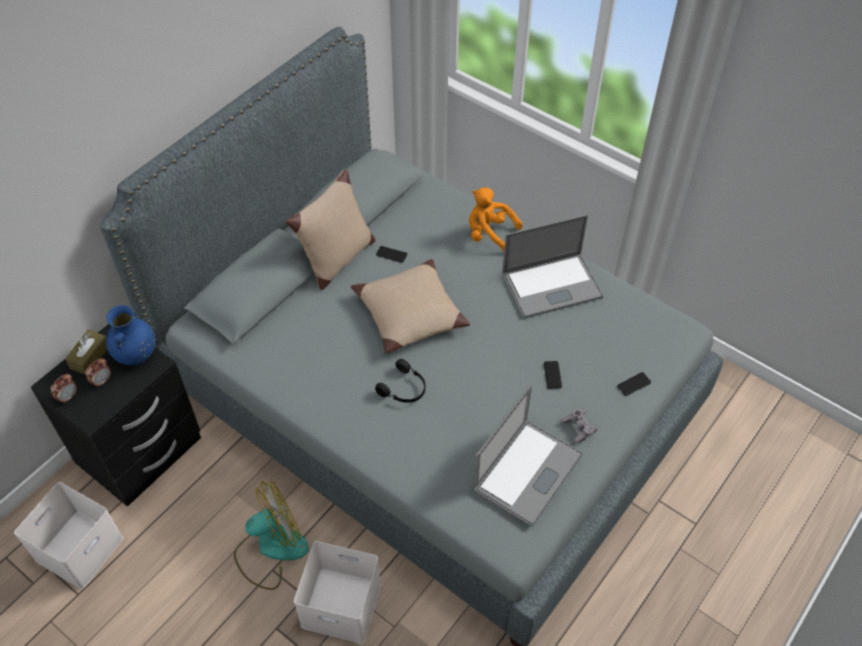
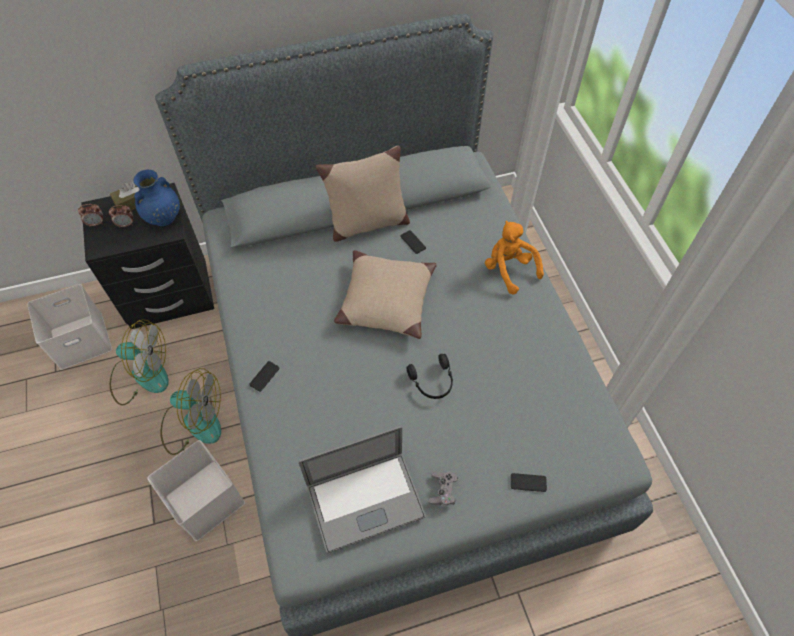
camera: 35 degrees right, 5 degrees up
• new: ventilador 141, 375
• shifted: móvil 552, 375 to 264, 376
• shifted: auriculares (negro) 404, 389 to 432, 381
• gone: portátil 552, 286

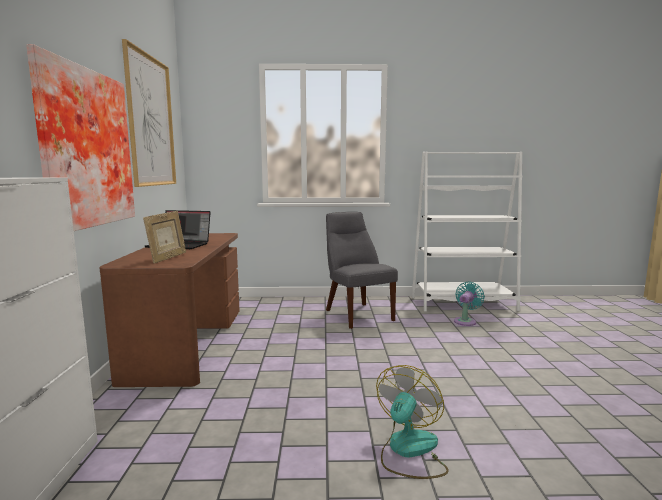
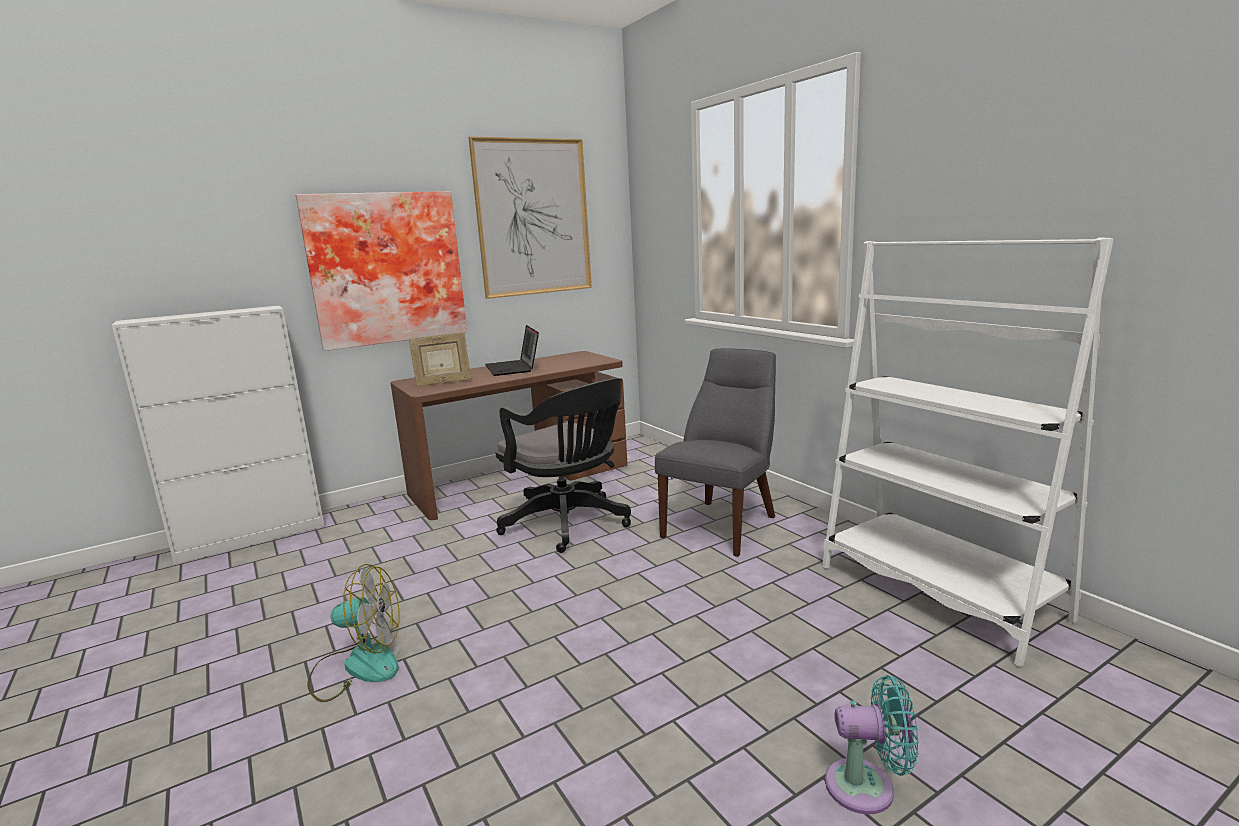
camera: 60 degrees right, 5 degrees up
• new: silla de oficina (negro) 569, 524
• shifted: ventilador (turquesa) 466, 321 to 867, 787

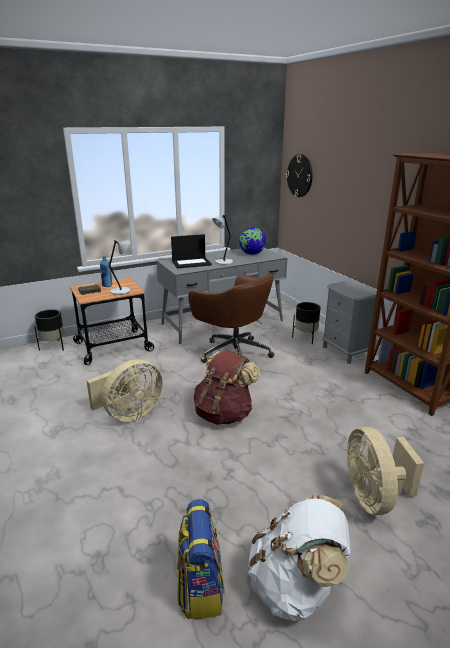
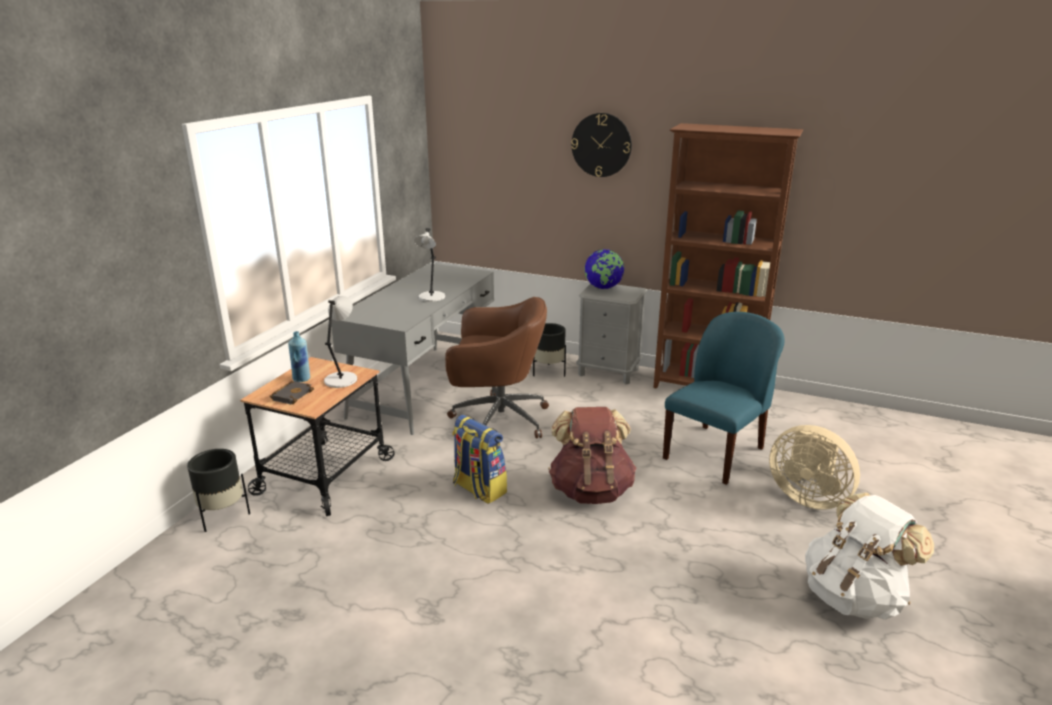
camera: 40 degrees left, 0 degrees up
• shifted: mochila 200, 588 to 478, 489
• shifted: reloj de pared 300, 176 to 601, 145
• shifted: globo terráqueo 252, 254 to 603, 288
• new: silla (azul) 715, 453
• gone: ventilador (beis) 129, 414
• gone: portátil 191, 263

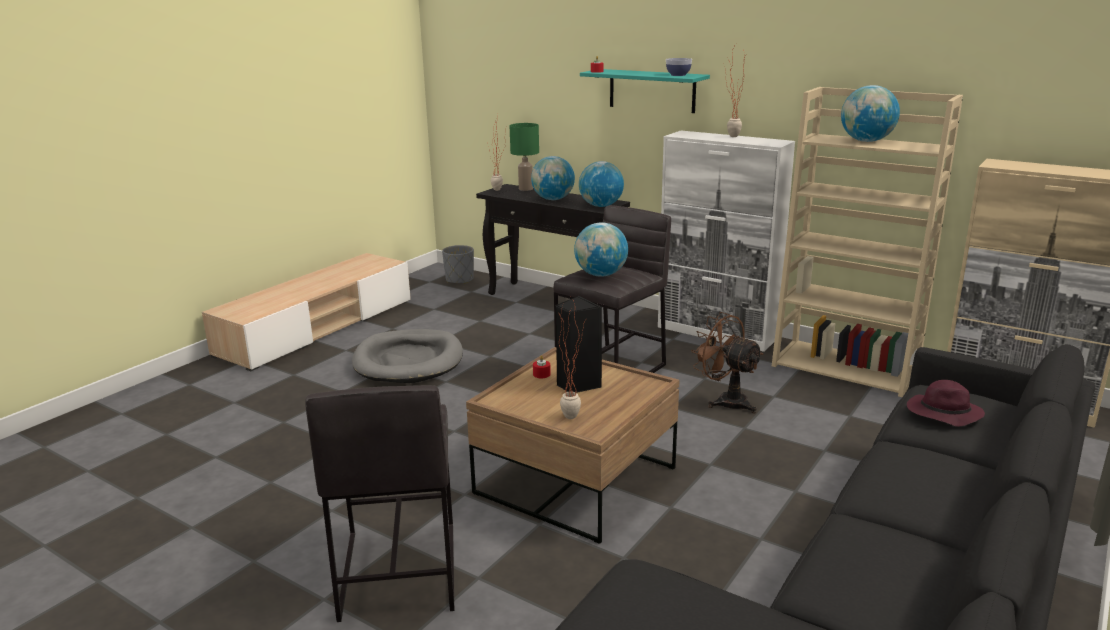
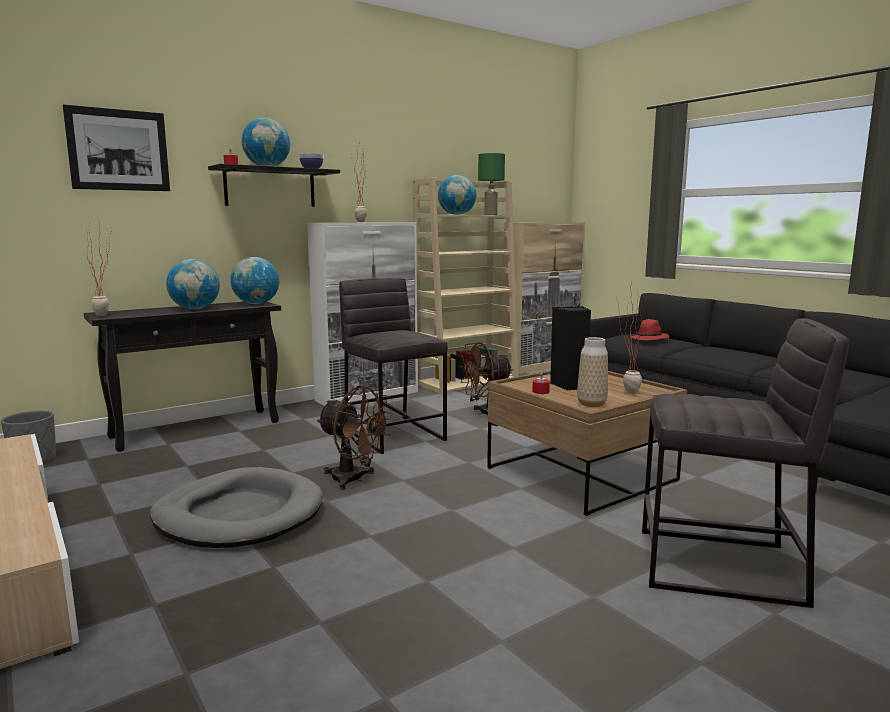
camera: 70 degrees left, 10 degrees down
• new: cuadro 118, 150
• repainted: estante (turquesa) 652, 90 to estante (negro) 270, 187
• shifted: globo terráqueo 601, 275 to 267, 167
• new: ventilador (marrón) 354, 479
• shifted: lámpara de mesa (verde) 526, 189 to 491, 214
• new: florero 591, 404
• repainted: sombrero (morado) 942, 414 to sombrero (rojo) 649, 340

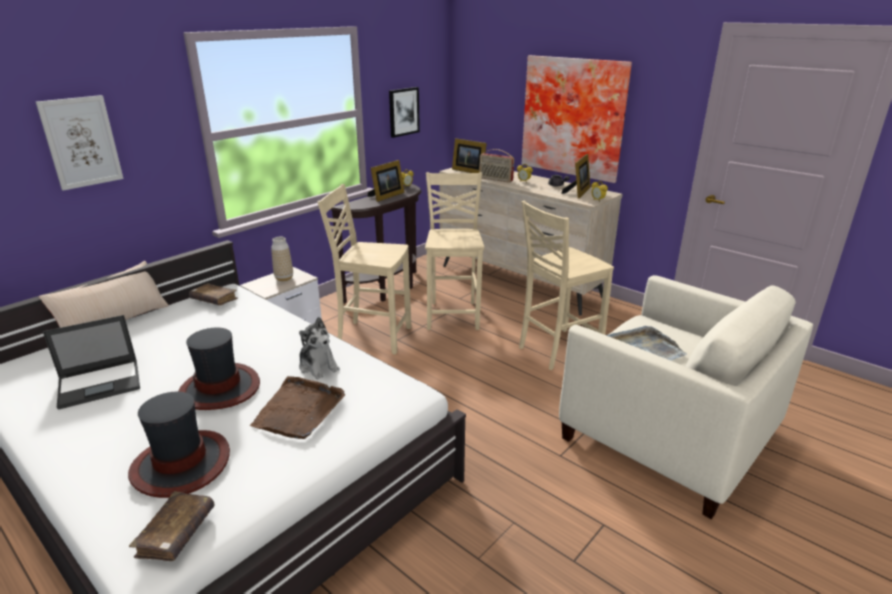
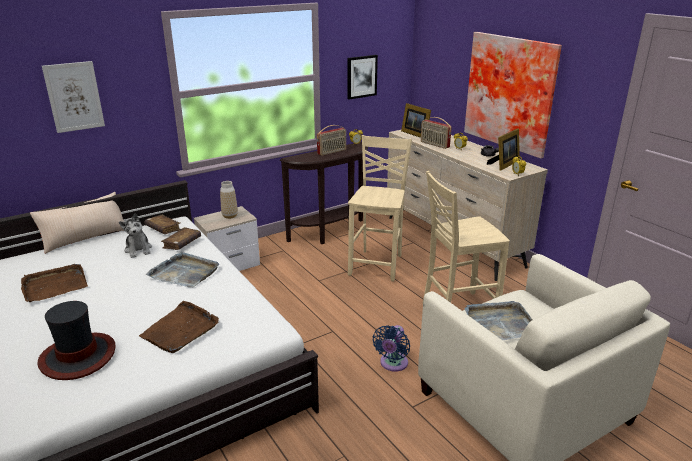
camera: 15 degrees right, 0 degrees up
• swapped: portátil 101, 383 to bandeja (marrón) 54, 285
• shifted: peluche 318, 366 to 138, 250
• new: bandeja (gris) 184, 272
• shifted: libro (marrón) 176, 533 to 182, 243
• swapped: portarretratos 386, 196 to radio 332, 152
• new: ventilador (azul) 392, 364
• gone: sombrero 220, 388
• gone: silla (beis) 373, 336

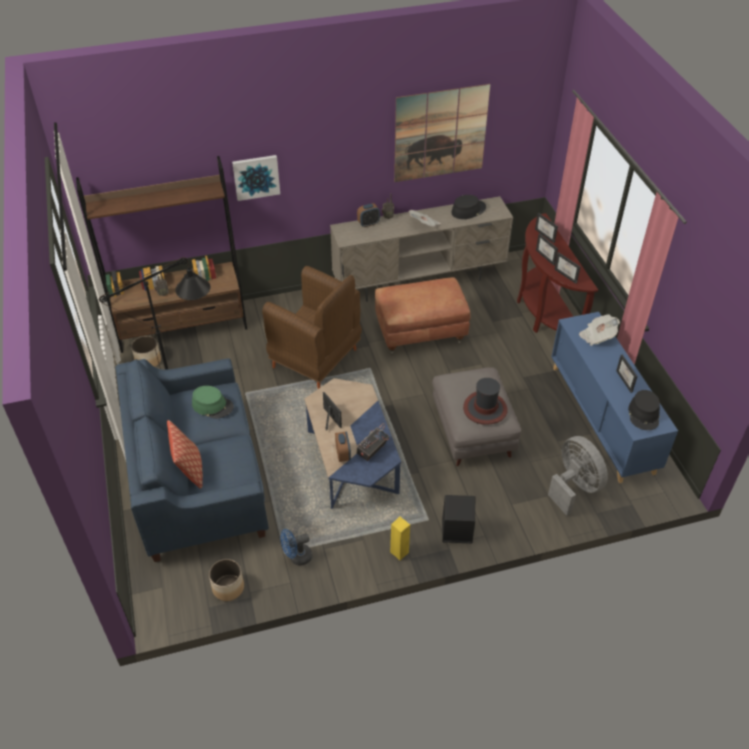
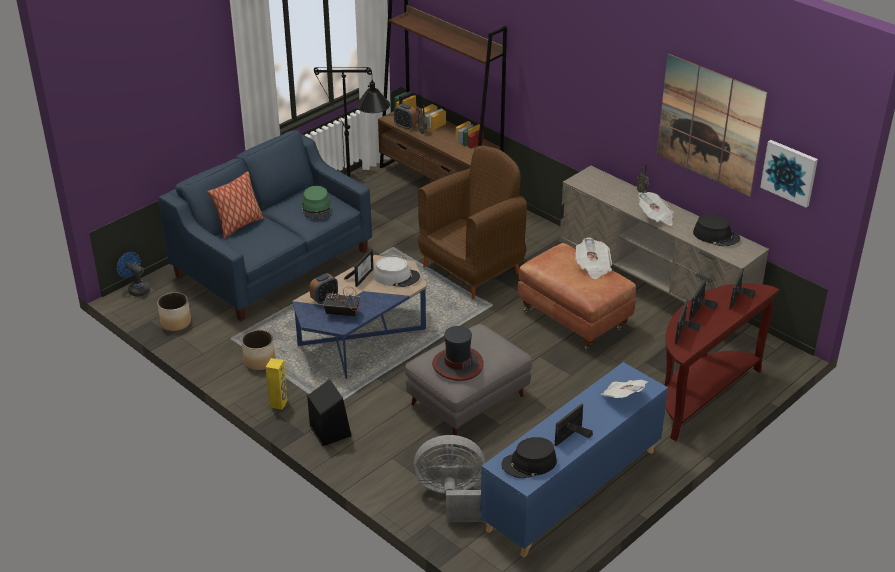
camera: 60 degrees right, 10 degrees down
• shifted: ventilador (azul) 297, 557 to 136, 289
• shifted: maceta 148, 361 to 260, 361
• new: sombrero (gris) 396, 277
• shifted: despertador 368, 223 to 405, 126
• rotated: ventilador (gris) 574, 487 = 452, 497 120 degrees counterclockwise
• rotated: sillón (marrón) 316, 359 = 472, 269 135 degrees counterclockwise
• new: periódico 593, 267
• shifted: cuadro 256, 177 to 789, 172

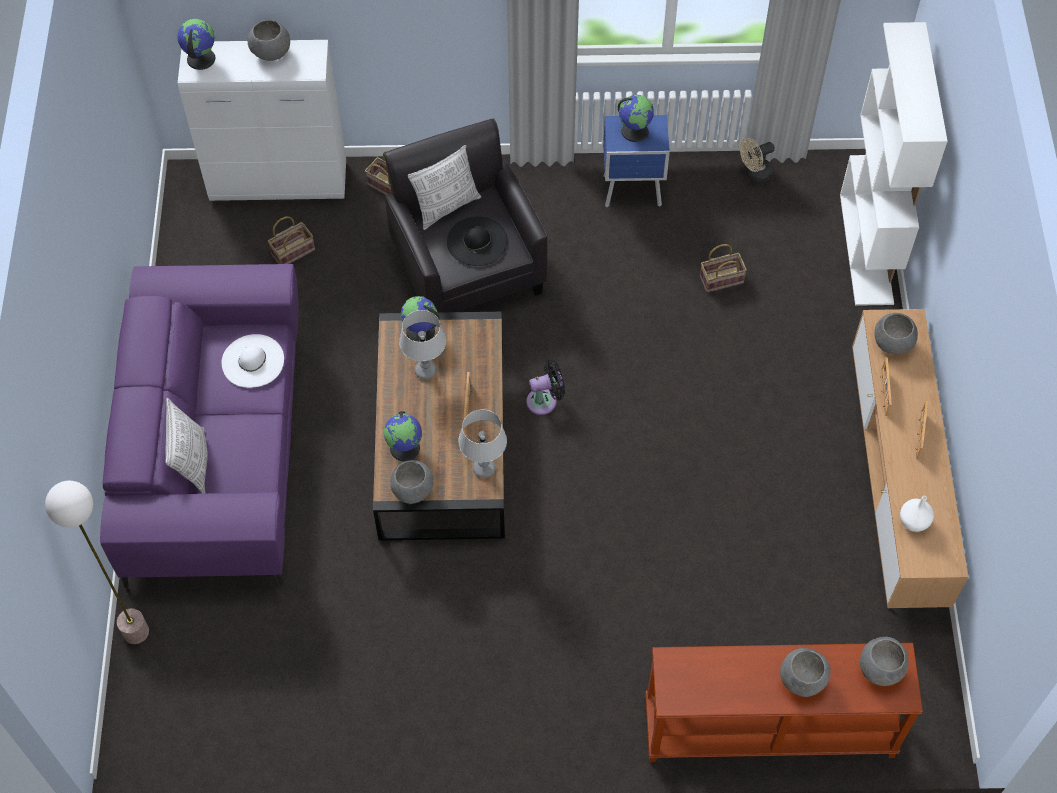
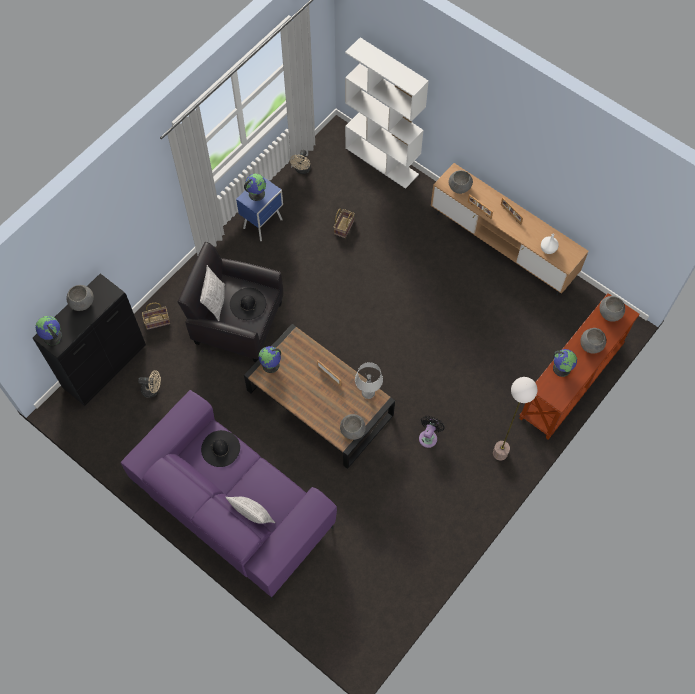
camera: 50 degrees left, 5 degrees up
• repainted: armario (blanco) 280, 182 to armario (negro) 105, 366
• swapped: cesta 293, 251 to ventilador (beis) 153, 390
• repainted: sombrero (blanco) 253, 361 to sombrero (negro) 220, 448
• shifted: ventilador (negro) 545, 401 to 428, 437
• shifted: lámpara de pie 135, 631 to 499, 453
• shifted: globo terráqueo 405, 448 to 562, 368
• gone: lámpara de mesa (gris) 425, 371

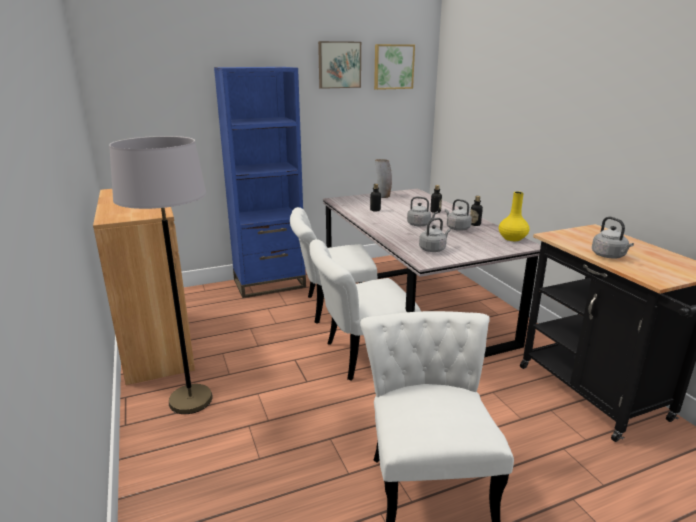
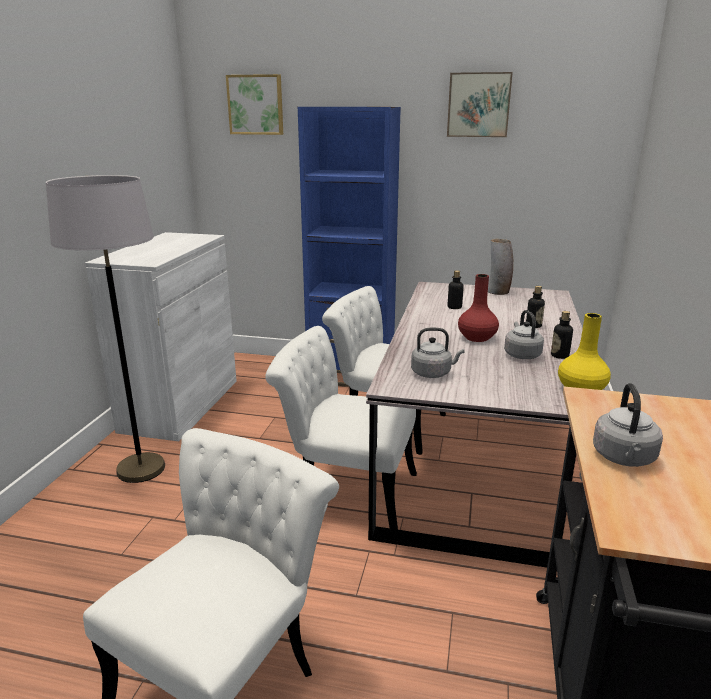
camera: 35 degrees right, 0 degrees up
• repainted: armario (marrón) 157, 345 to armario (blanco) 181, 405
• shifted: cuadro 393, 67 to 256, 105
• swapped: hervidor (gris) 420, 225 to florero (rojo) 477, 338

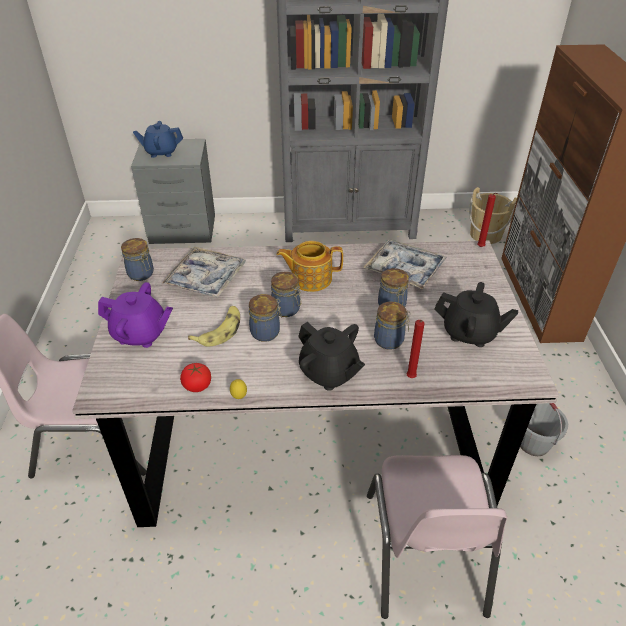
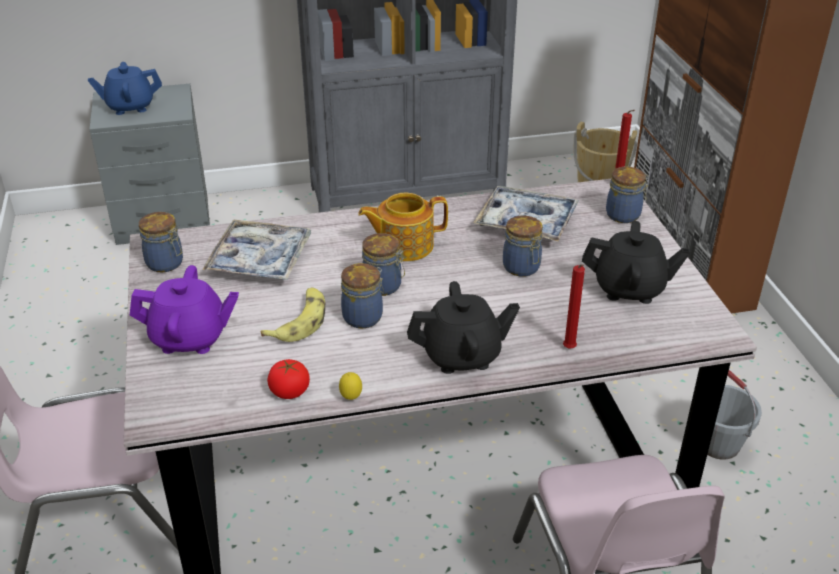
camera: 10 degrees left, 5 degrees down
• rotated: tetera (negro) 329, 373 = 462, 356 45 degrees counterclockwise
• shifted: tarro 390, 340 to 624, 215

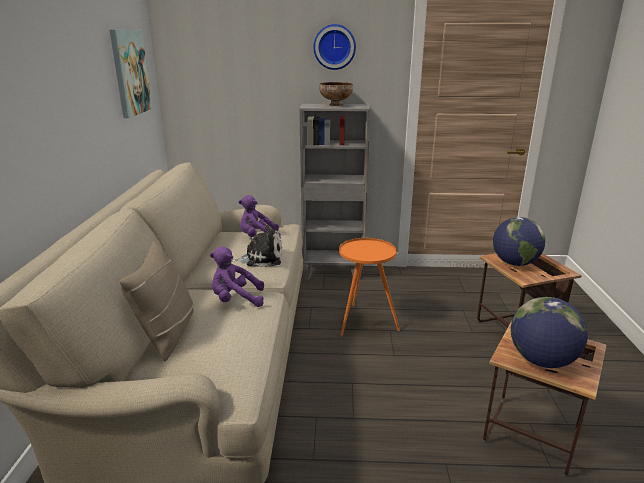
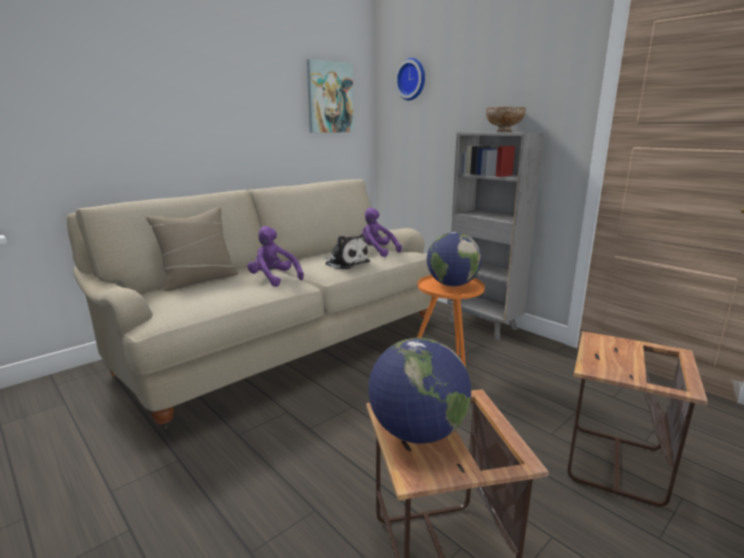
camera: 45 degrees right, 5 degrees down
• shifted: reloj de pared 334, 47 to 412, 79
• shifted: globo terráqueo 514, 263 to 452, 284

